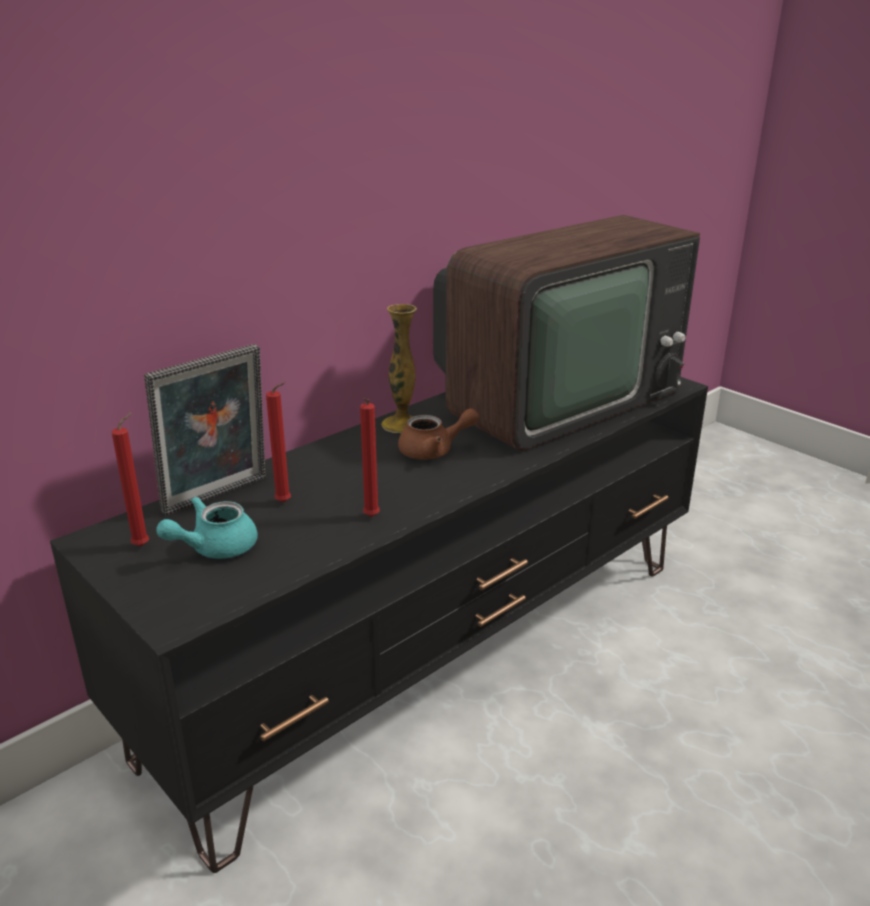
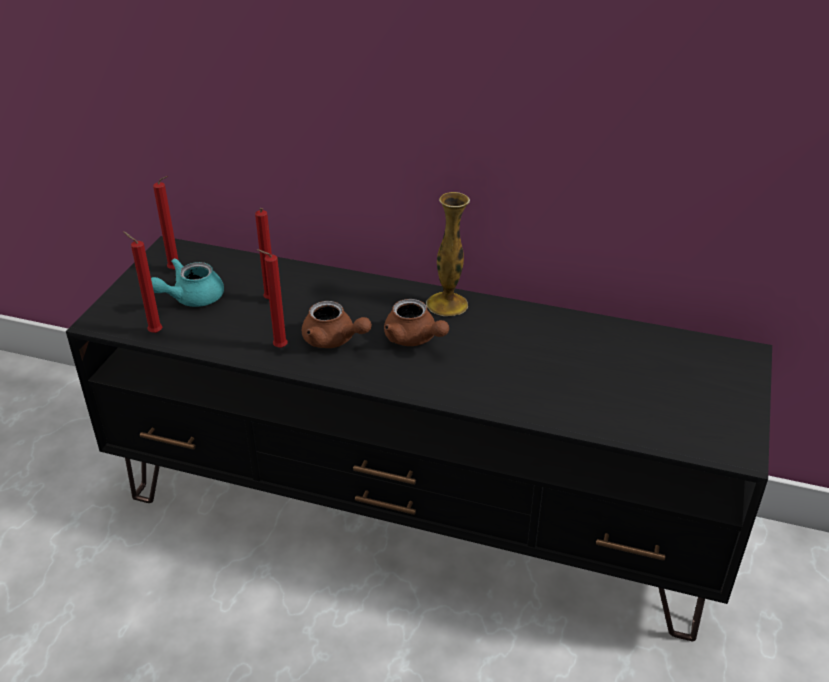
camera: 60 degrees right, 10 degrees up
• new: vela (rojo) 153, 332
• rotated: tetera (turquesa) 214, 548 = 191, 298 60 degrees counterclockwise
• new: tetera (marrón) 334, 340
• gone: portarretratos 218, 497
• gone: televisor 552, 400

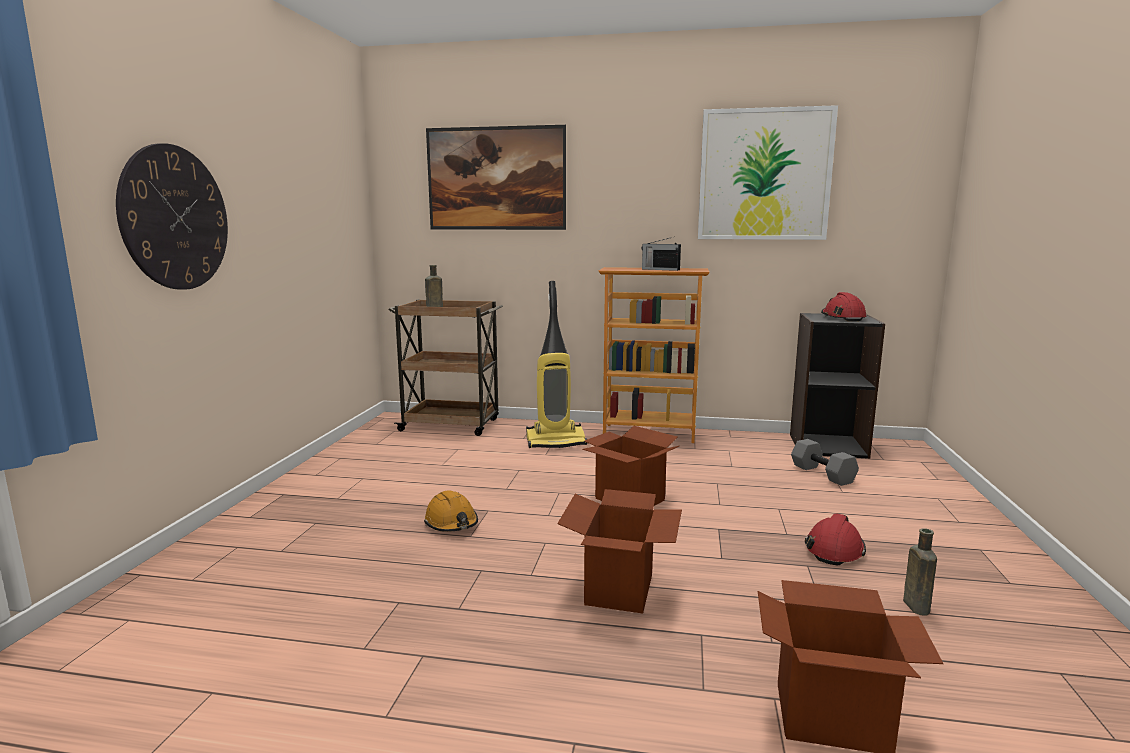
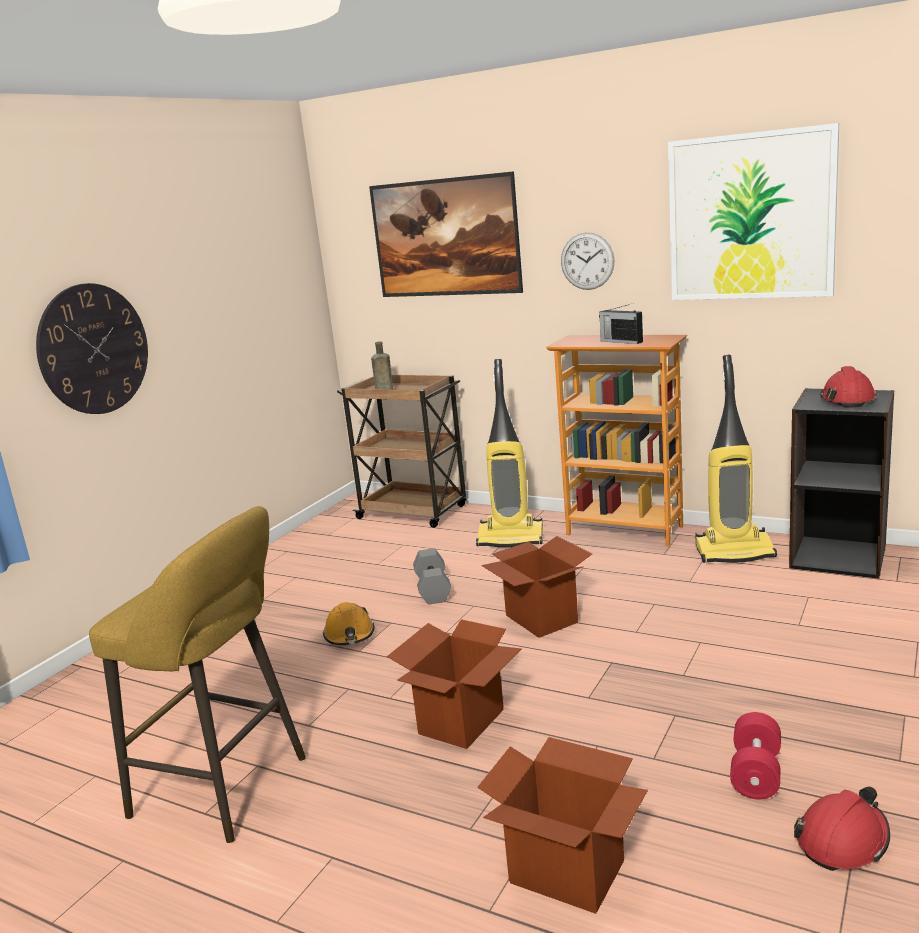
camera: 20 degrees right, 5 degrees up
• new: taburete (amarillo) 227, 788
• shifted: mancuerna (gris) 821, 474 to 432, 588
• new: reloj de pared 587, 261
• new: aspiradora 735, 552
• swapped: botella (marrón) 915, 605 to mancuerna (rojo) 756, 773
• shifted: casco (rojo) 834, 549 to 843, 840

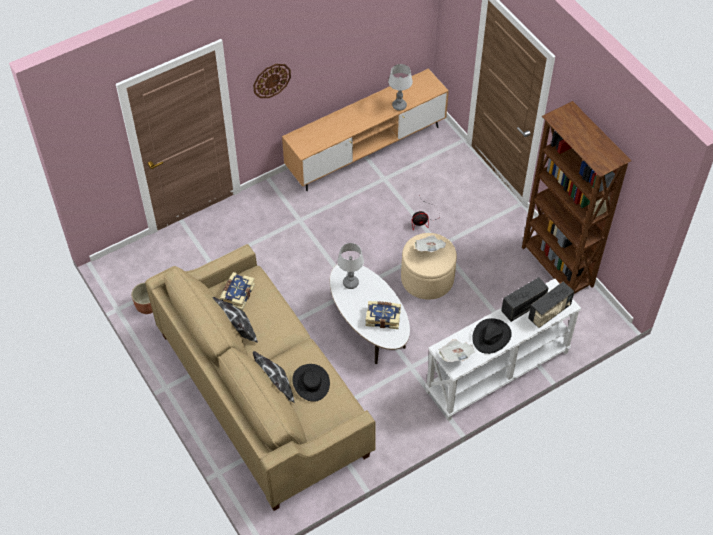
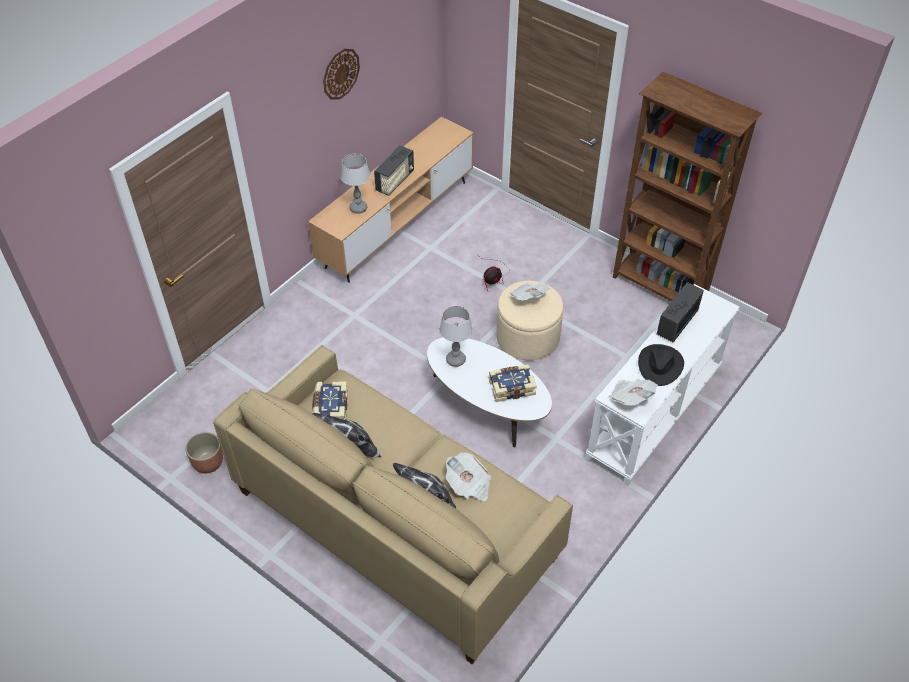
camera: 20 degrees left, 5 degrees down
• shifted: reloj de pared 271, 80 to 340, 73
• shifted: lámpara de mesa 399, 105 to 358, 208
• shifted: radio 549, 312 to 395, 181
• swapped: sombrero (negro) 311, 382 to periódico 469, 485

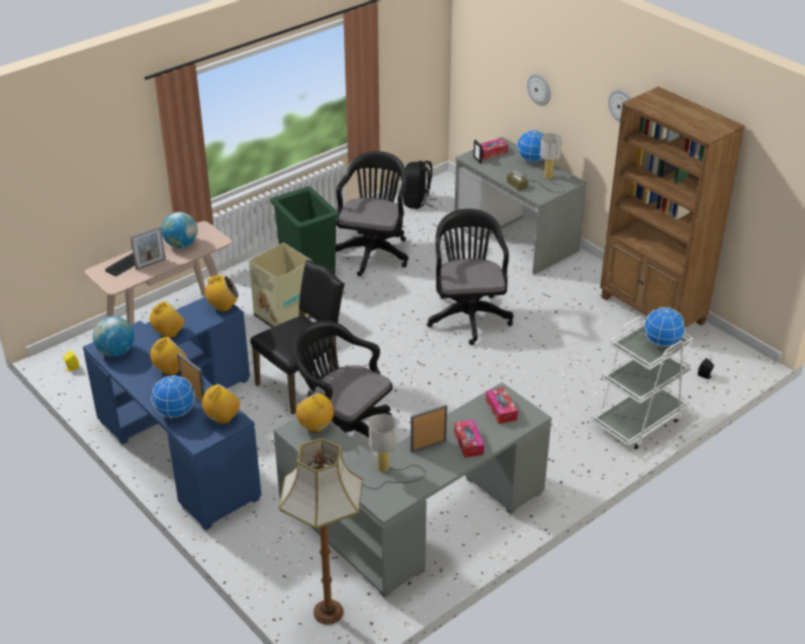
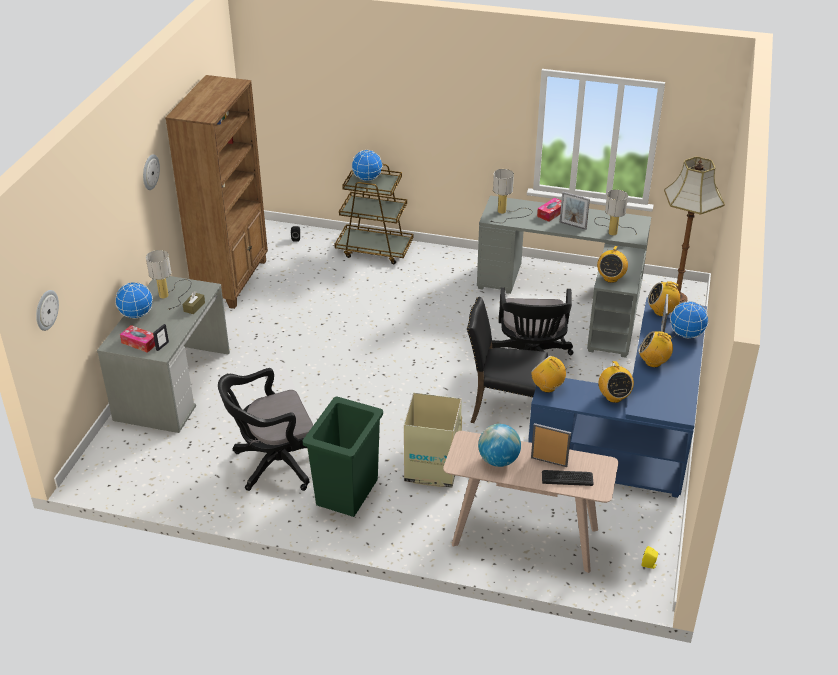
camera: 125 degrees left, 0 degrees up
• shifted: reloj de pared 539, 89 to 46, 310
• repainted: carrito (blanco) 638, 420 to carrito (marrón) 374, 250
• swapped: caja de pañuelos 501, 410 to lámpara de mesa 506, 213
• rotated: radio 169, 333 = 613, 397 120 degrees counterclockwise
• gone: globo terráqueo 116, 352
• gone: mochila (negro) 417, 202
• gone: silla de oficina (negro) 468, 315

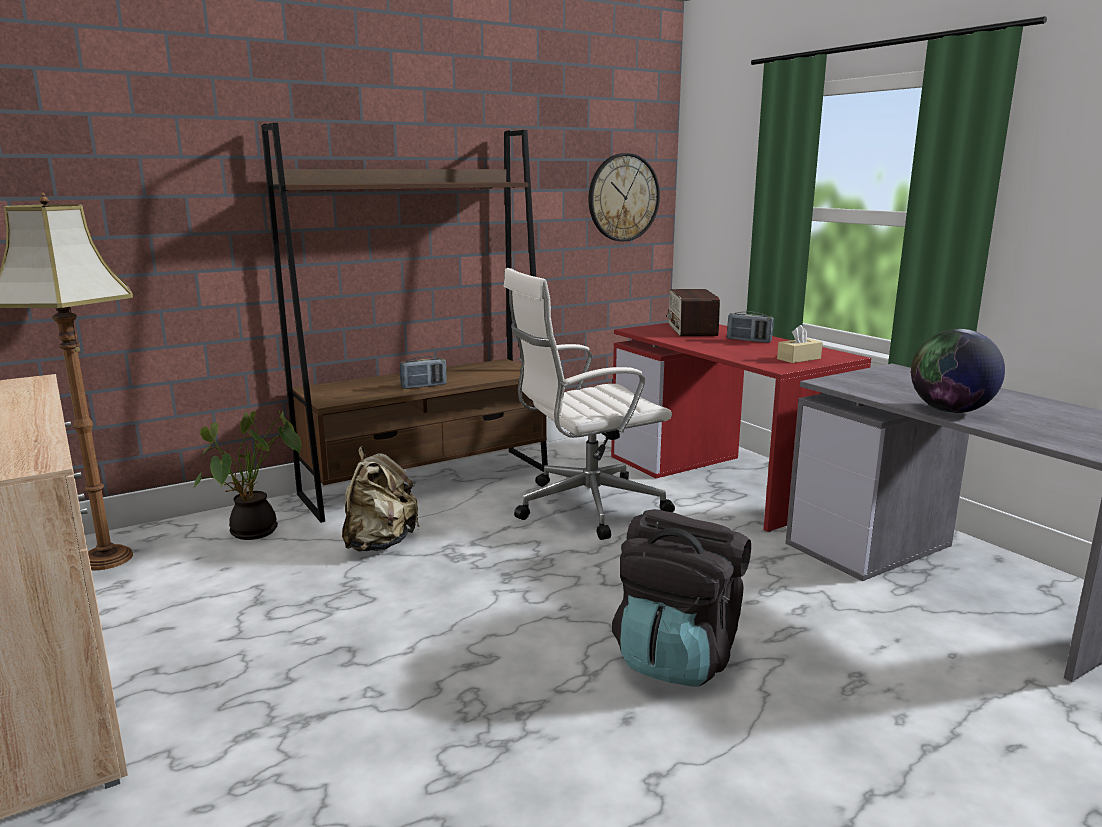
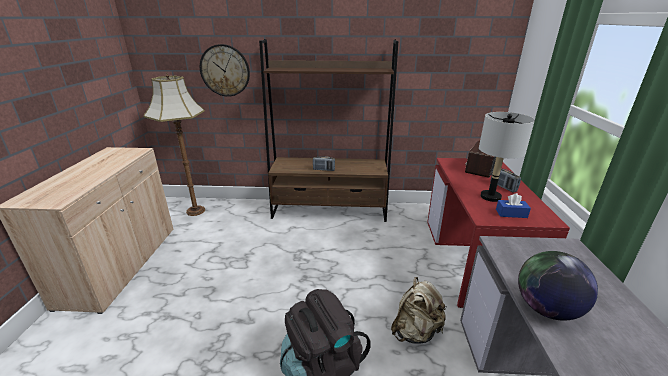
camera: 35 degrees right, 10 degrees up
• shifted: reloj de pared 623, 197 to 225, 70
• shifted: mochila (beis) 380, 544 to 415, 331
• new: lámpara de mesa (gris) 490, 197
• repainted: caja de pañuelos (beis) 798, 359 to caja de pañuelos (azul) 511, 213
• gone: planta en maceta 254, 533
• gone: silla de oficina (blanco) 585, 507

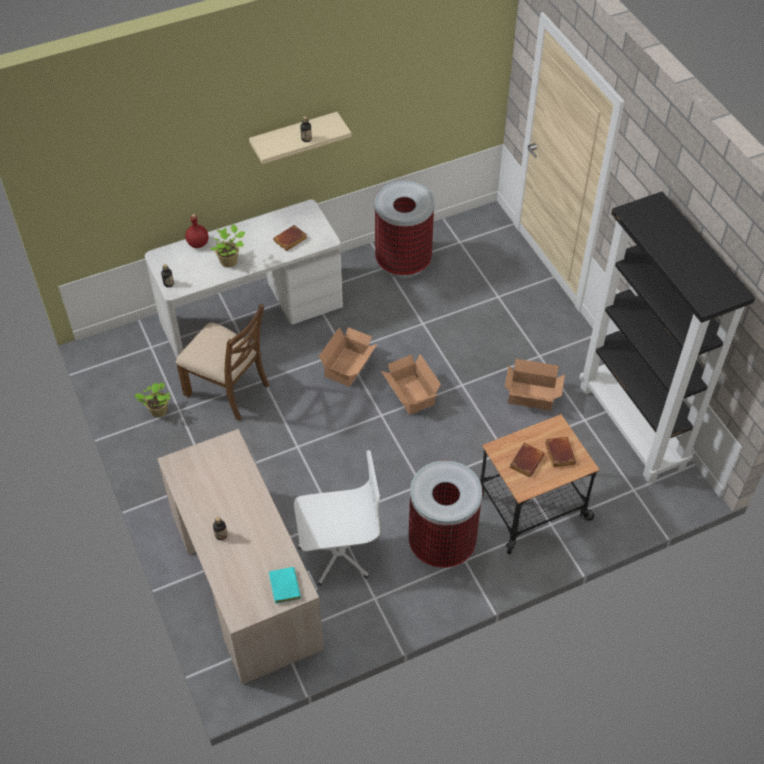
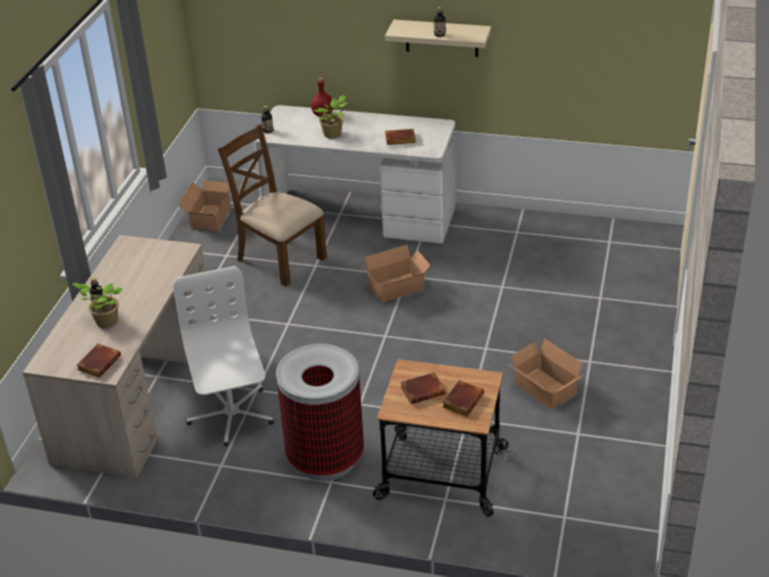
camera: 40 degrees right, 15 degrees down
• shifted: planta en maceta 157, 411 to 105, 322
• repainted: libro (turquesa) 283, 586 to libro (marrón) 99, 363
• rotated: silla de oficina (blanco) 338, 552 = 231, 415 135 degrees counterclockwise
• shifted: caja de cartón 410, 395 to 209, 218
• rotated: silla (marrón) 228, 389 = 280, 259 150 degrees clockwise
• gone: papelera 403, 262
• gone: estantería (negro) 633, 426

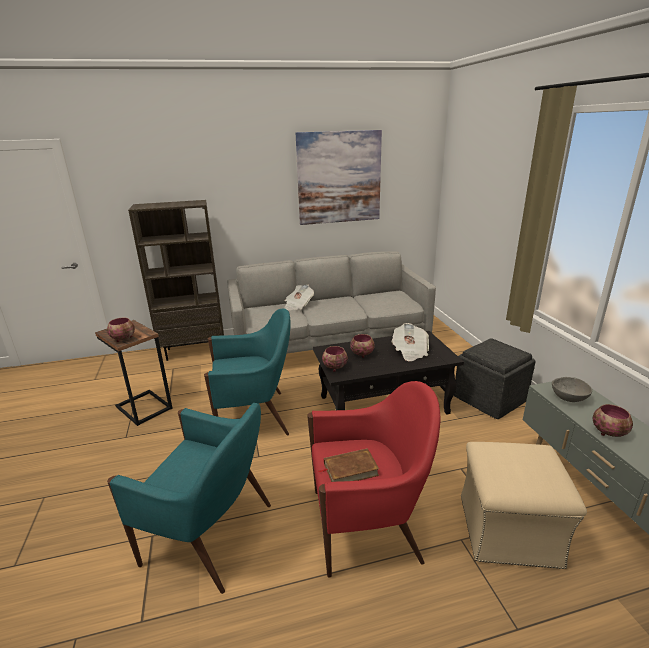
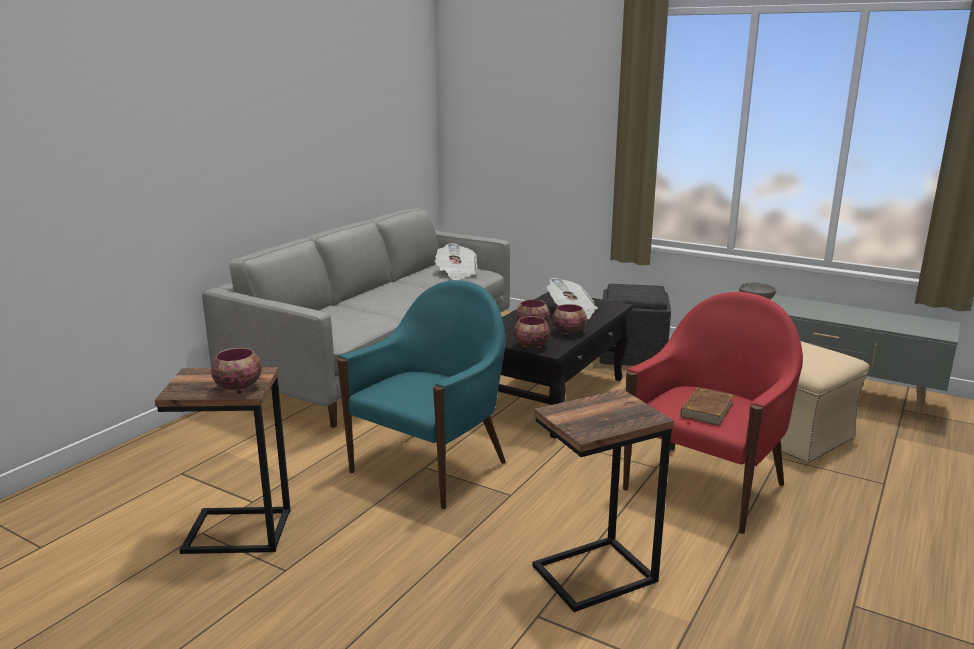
camera: 45 degrees left, 5 degrees down
• shifted: periódico 298, 305 to 456, 274
• swapped: sillón (turquesa) 211, 535 to mesa auxiliar 596, 574
• shifted: cuenco 609, 432 to 569, 332
• gone: estantería (marrón) 194, 351
• gone: cuadro 339, 178

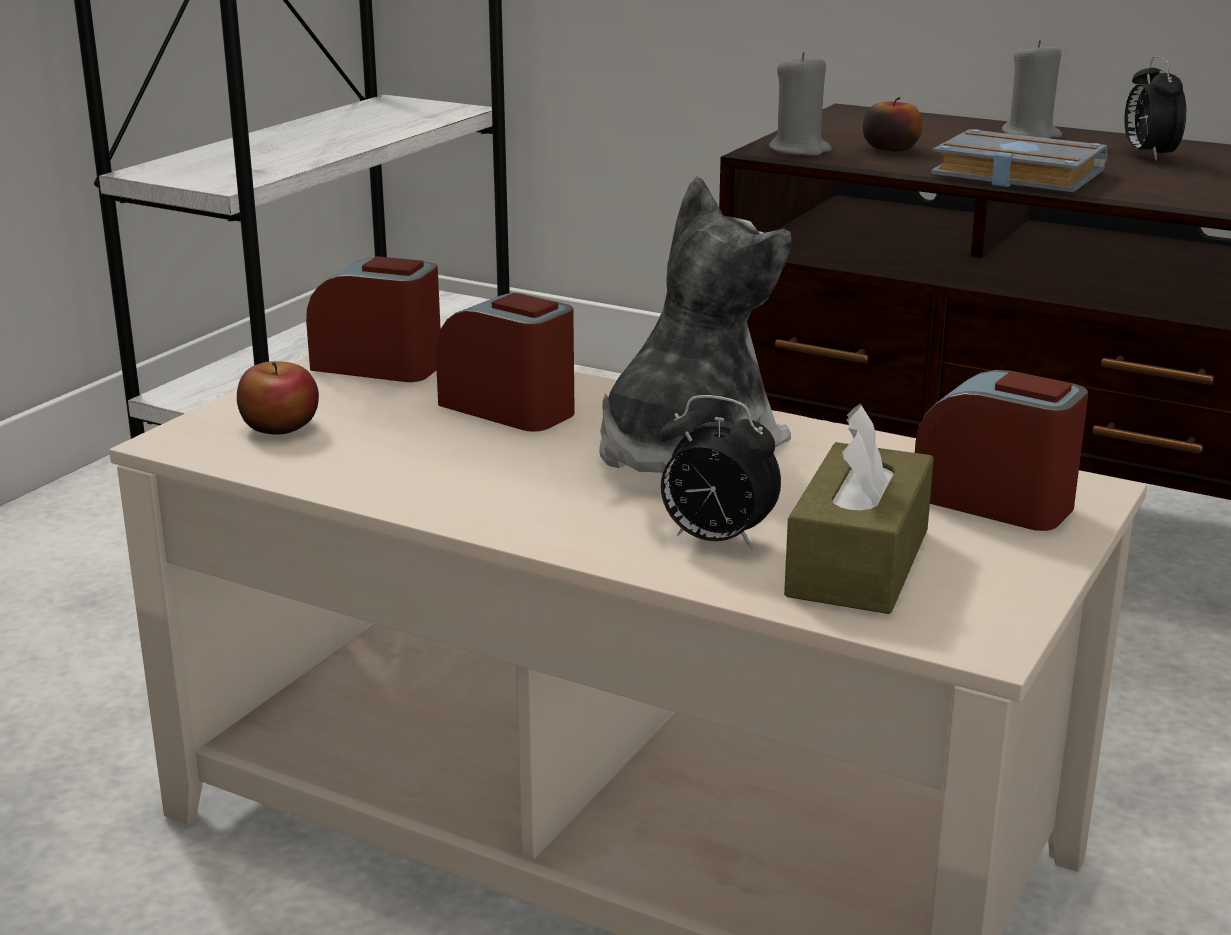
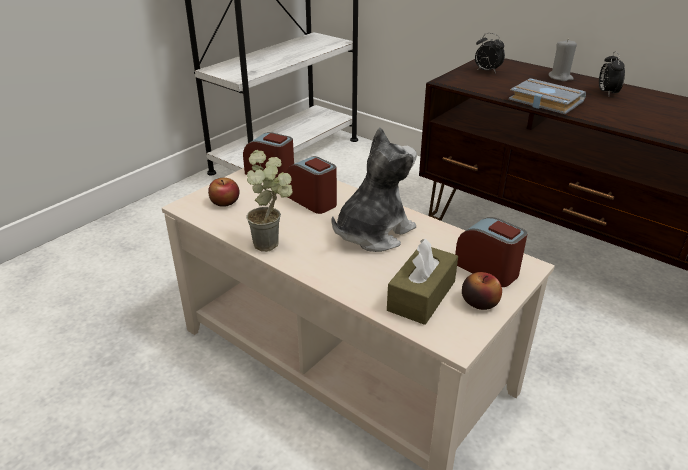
camera: 10 degrees right, 10 degrees up
• new: planta en maceta 274, 244
• shifted: manzana 890, 148 to 479, 302
• shifted: despertador 714, 540 to 486, 71
• gone: vela (gris) 799, 150

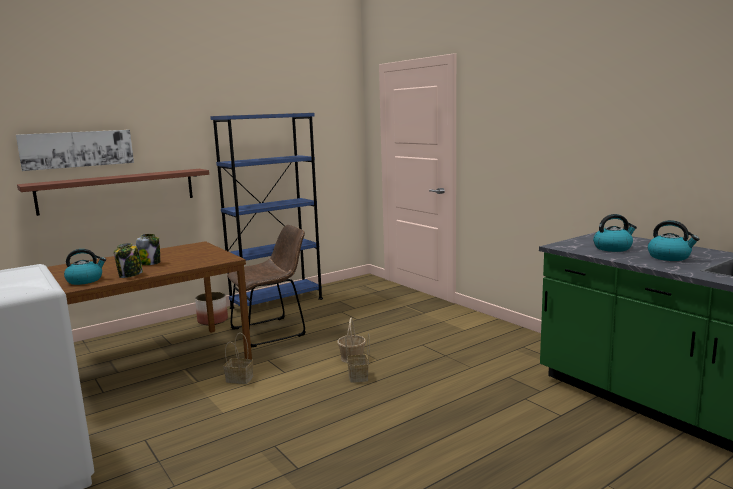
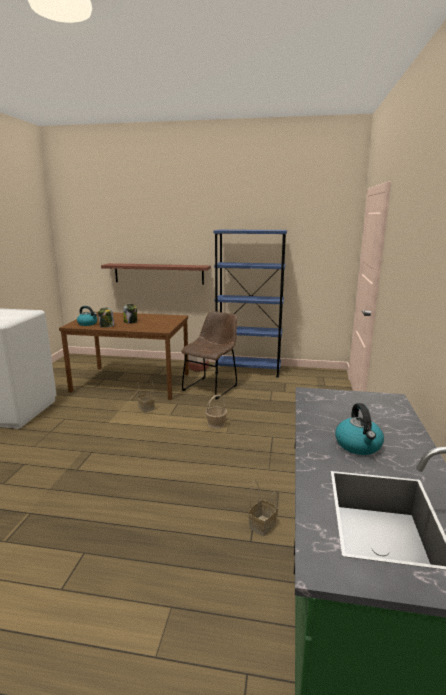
camera: 45 degrees right, 5 degrees up
• rotated: silla (marrón) 272, 331 = 211, 387 75 degrees counterclockwise
• shifted: cesta 358, 377 to 262, 526
• gone: cuadro 77, 149
• gone: hervidor 613, 248

